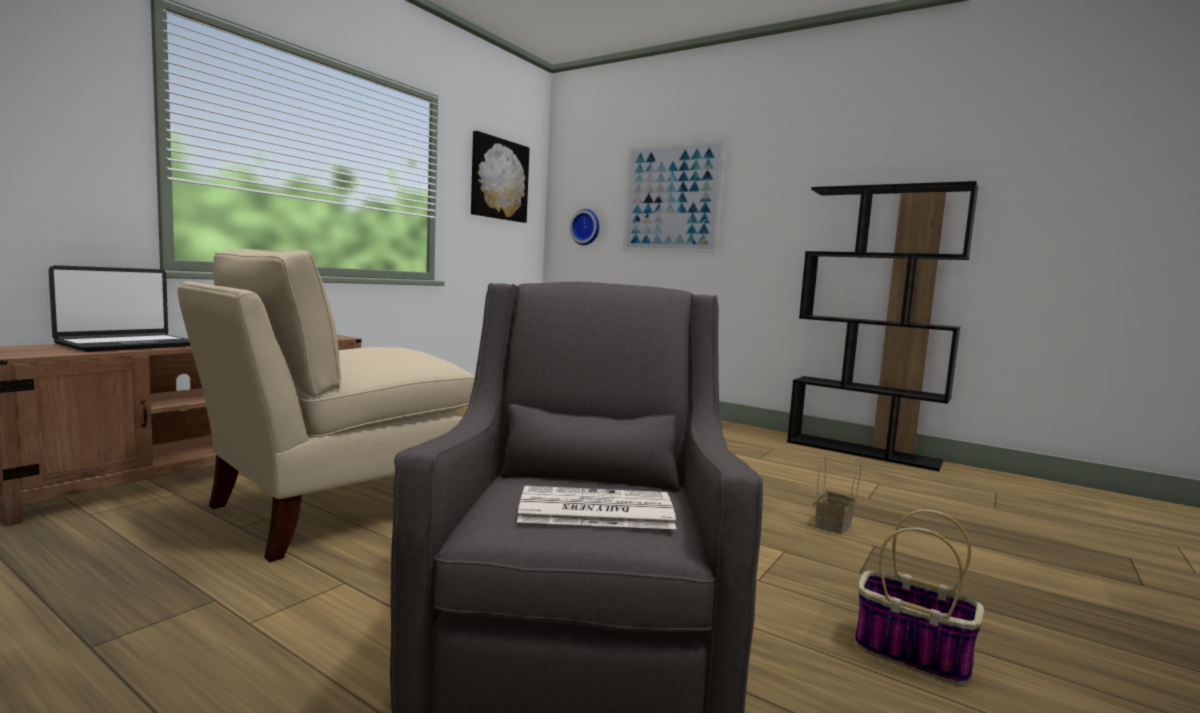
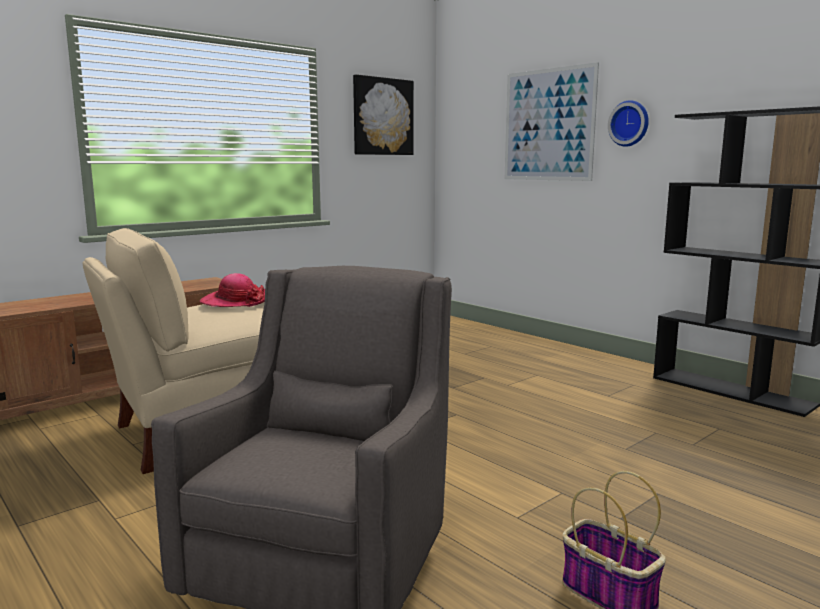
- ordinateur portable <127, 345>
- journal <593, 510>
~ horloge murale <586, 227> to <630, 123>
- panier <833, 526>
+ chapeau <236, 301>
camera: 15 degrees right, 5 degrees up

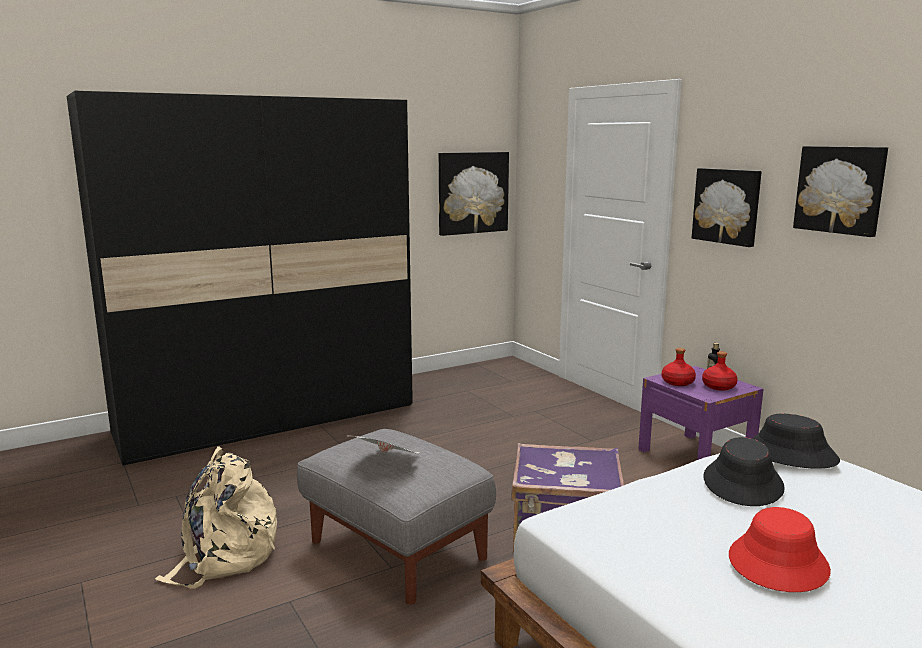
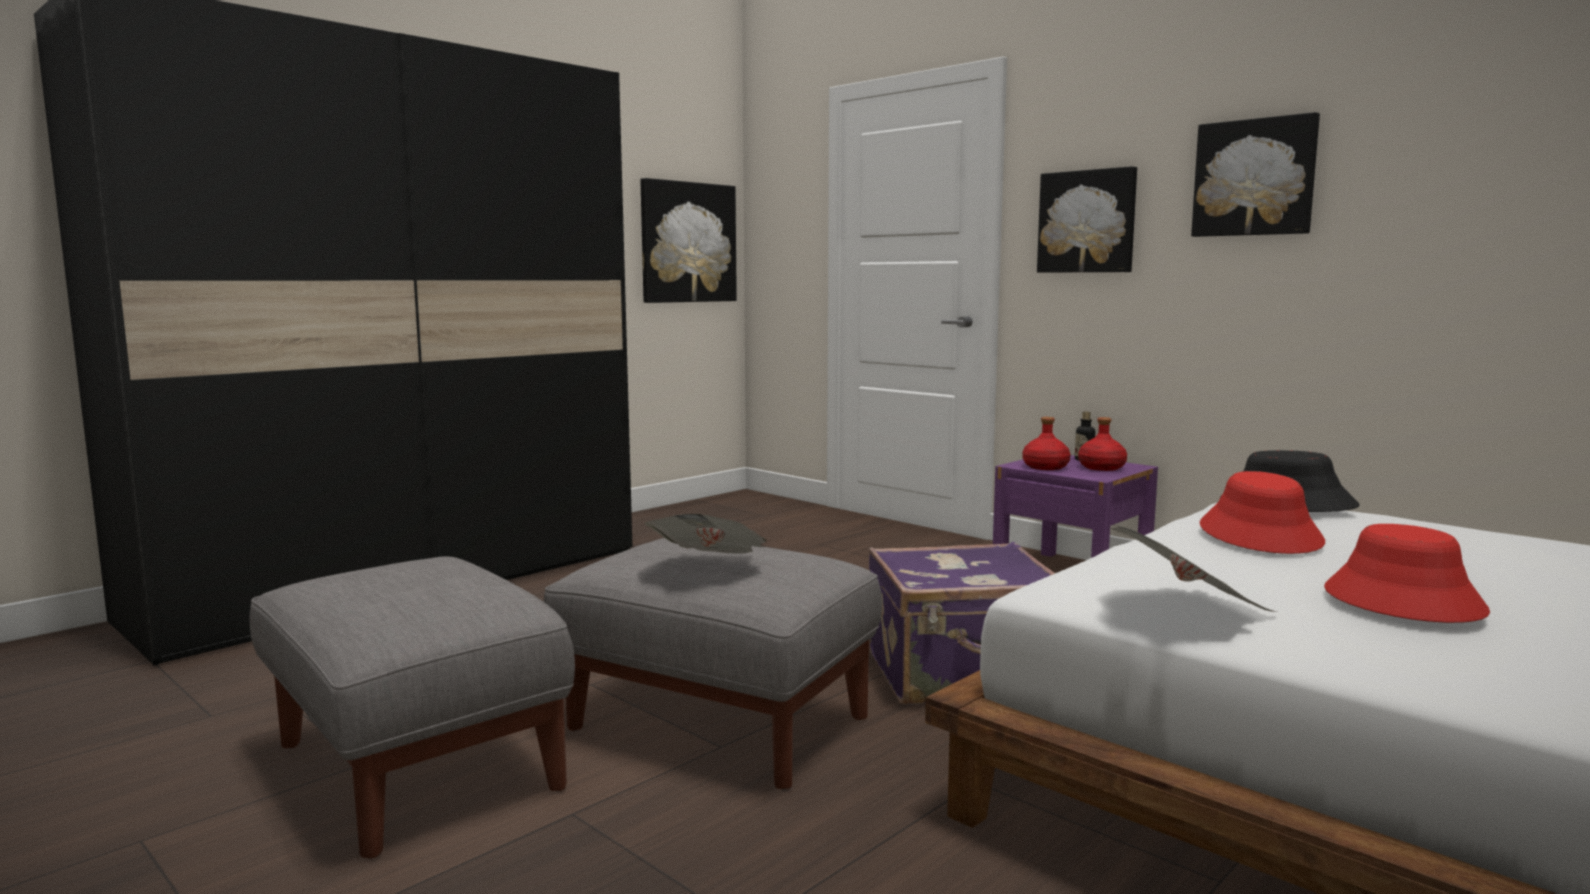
~ sac à dos (beige) <224, 556> to pouf (gris) <416, 767>
~ chapeau (noir) <743, 483> to chapeau (rouge) <1260, 534>
+ journal <1190, 610>
camera: 15 degrees left, 5 degrees down

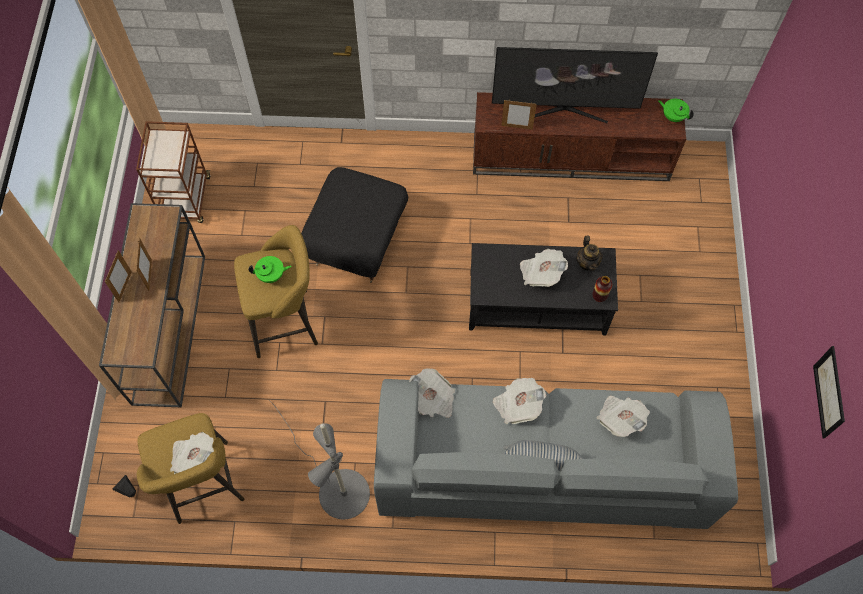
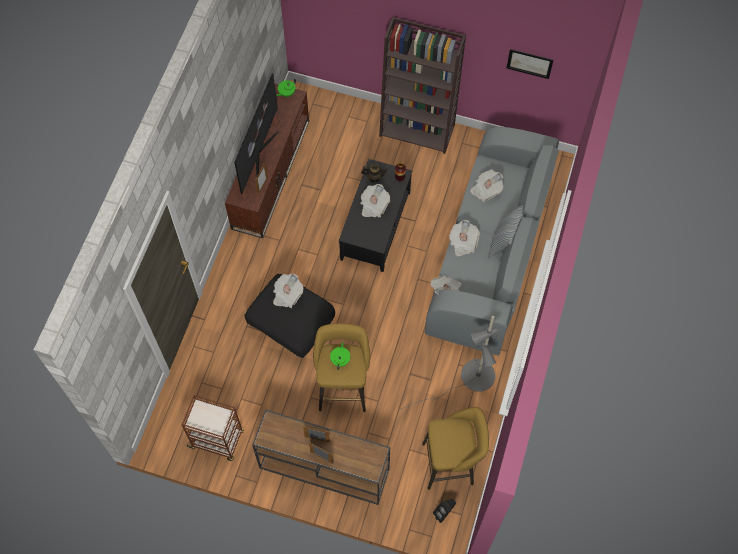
~ journal <194, 458> to <287, 295>
+ bibliothèque (marron) <418, 130>
camera: 75 degrees left, 0 degrees up

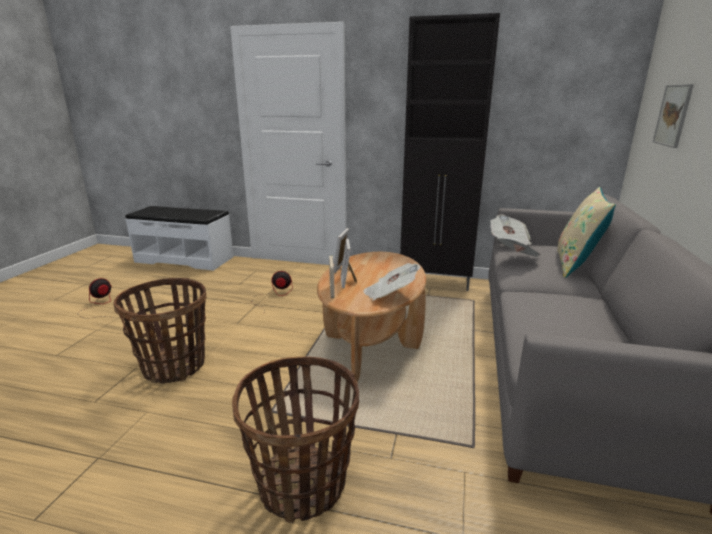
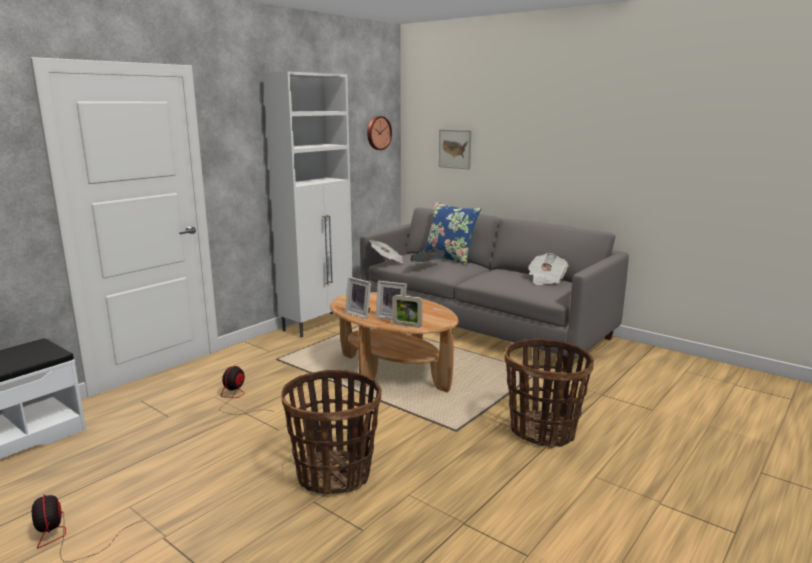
~ journal <390, 294> to <546, 280>
~ meuble de rangement (noir) <436, 282> to meuble de rangement (blanc) <318, 324>
~ coussin (beige) <576, 265> to coussin (bleu) <450, 258>
+ horloge murale <378, 133>
camera: 65 degrees left, 5 degrees down

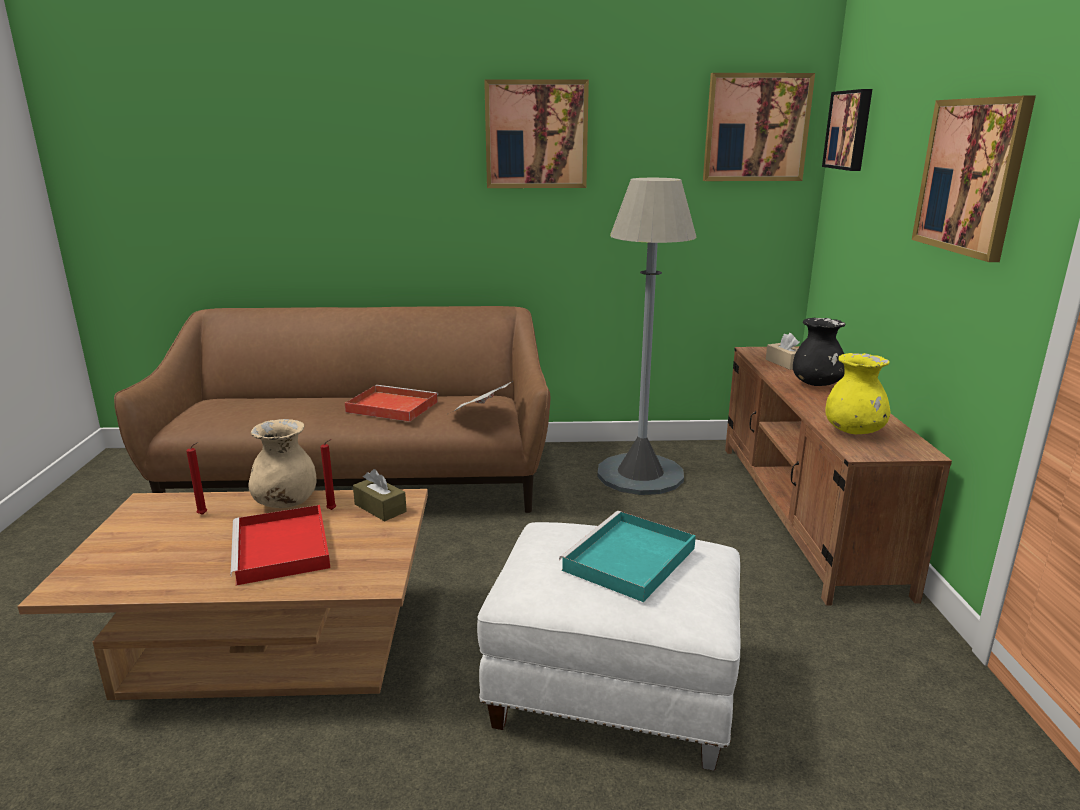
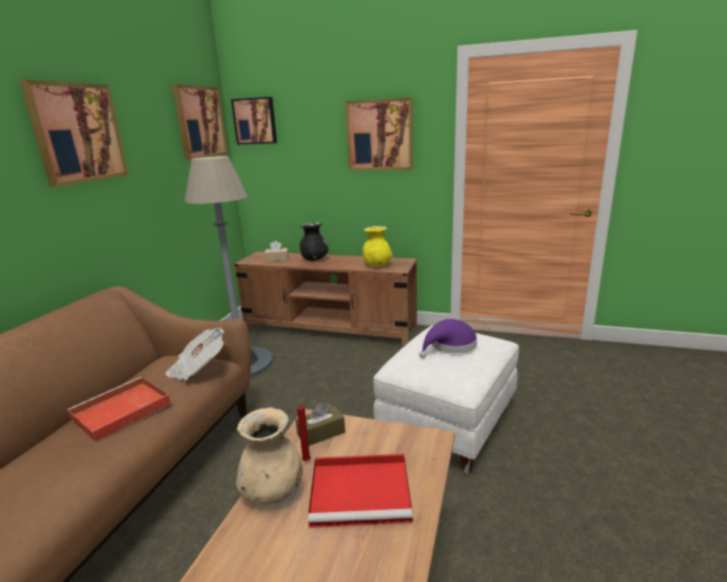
- bougie (rouge) <204, 514>
~ plateau (turquoise) <628, 560> to chapeau (violet) <450, 345>
camera: 70 degrees left, 0 degrees up

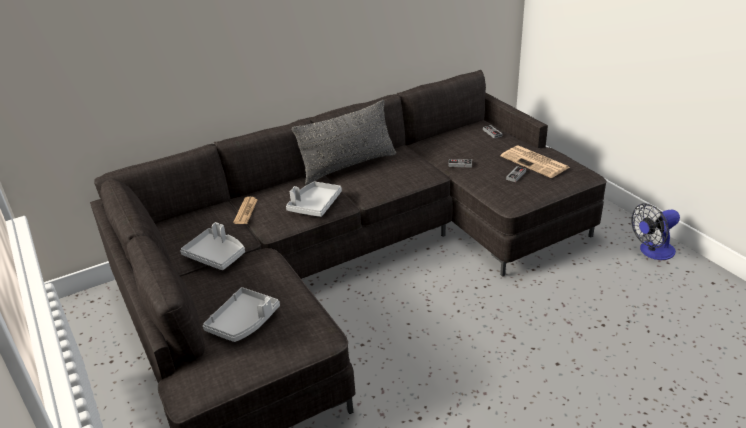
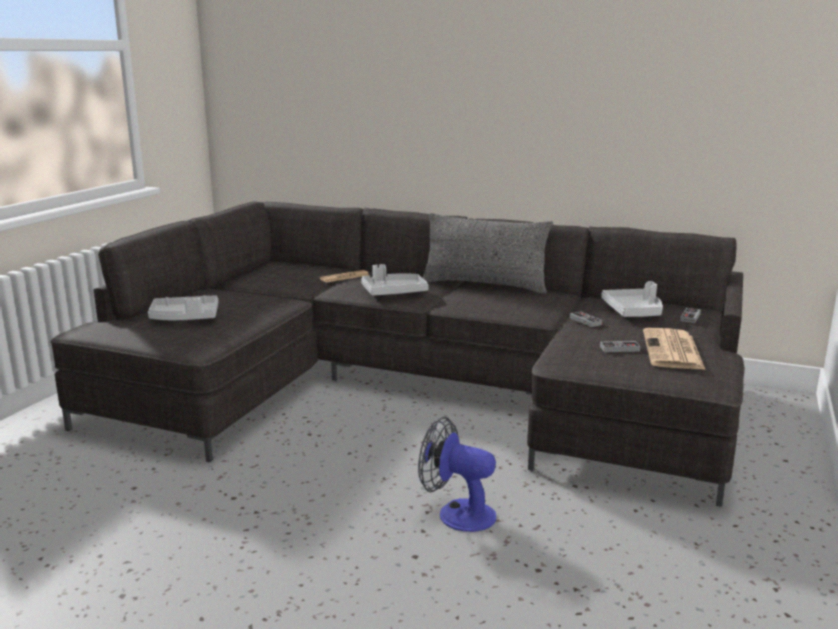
~ plateau (gris) <216, 255> to <633, 312>
~ ventilateur <652, 252> to <457, 513>
camera: 50 degrees right, 15 degrees down

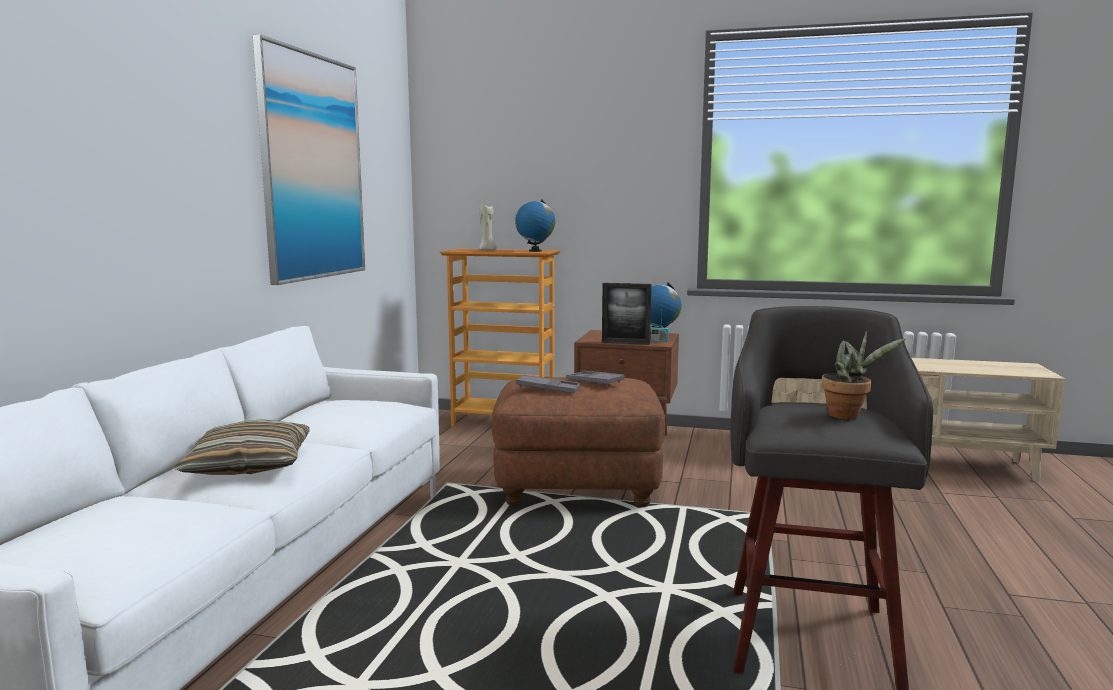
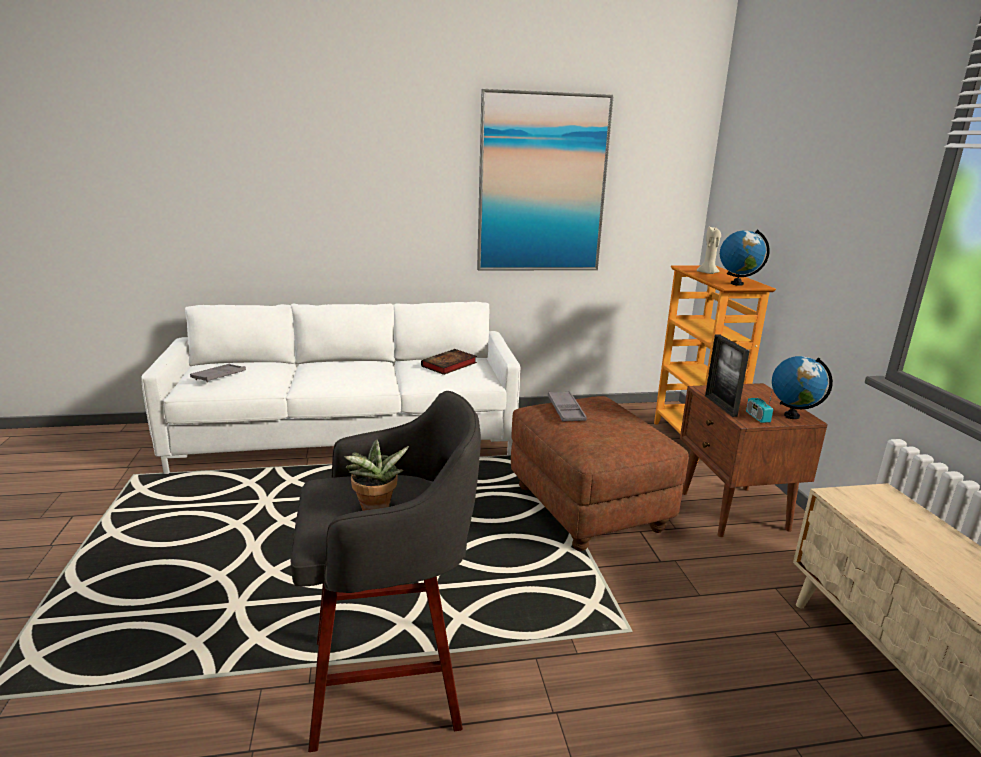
- coussin <249, 464>
~ plateau (gris) <594, 382> to <219, 376>
+ livre <448, 365>
camera: 65 degrees right, 10 degrees up

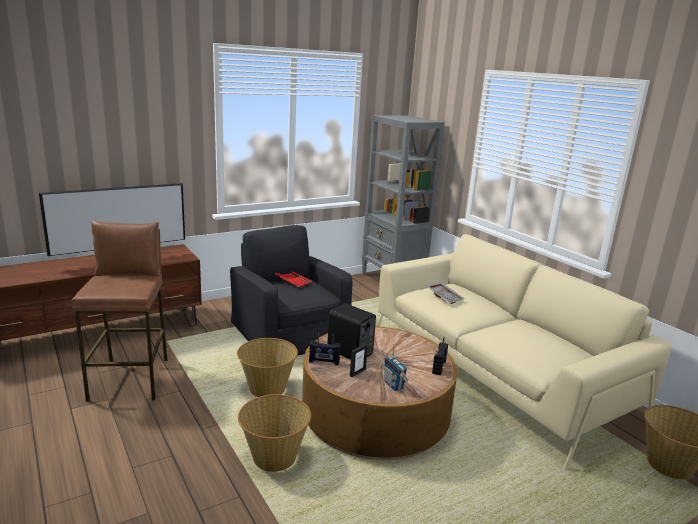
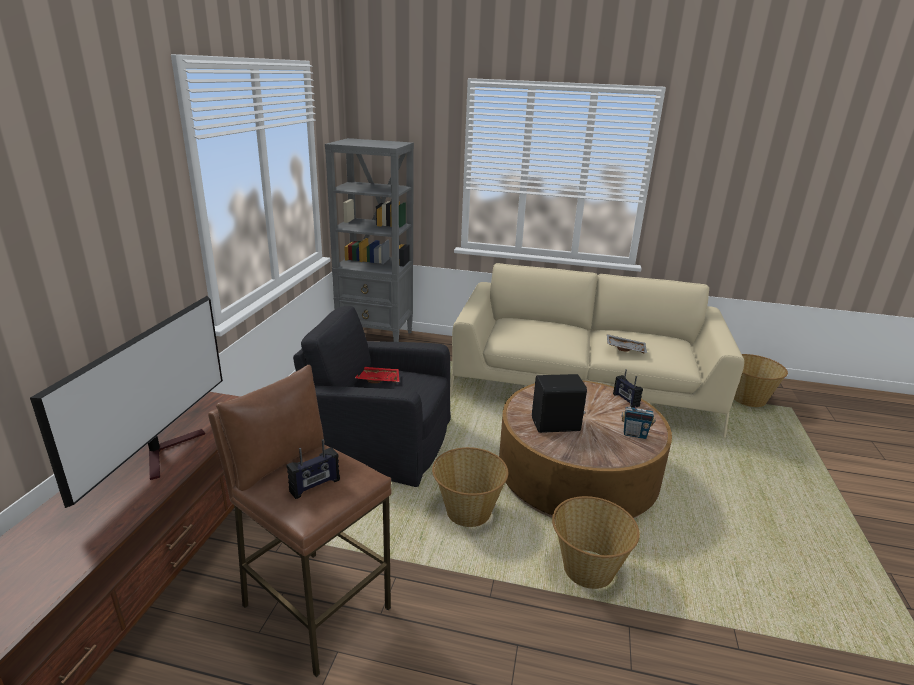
~ radio <324, 361> to <315, 486>
- cadre photo <357, 372>
~ plateau (gris) <445, 297> to <625, 348>
camera: 45 degrees left, 5 degrees up

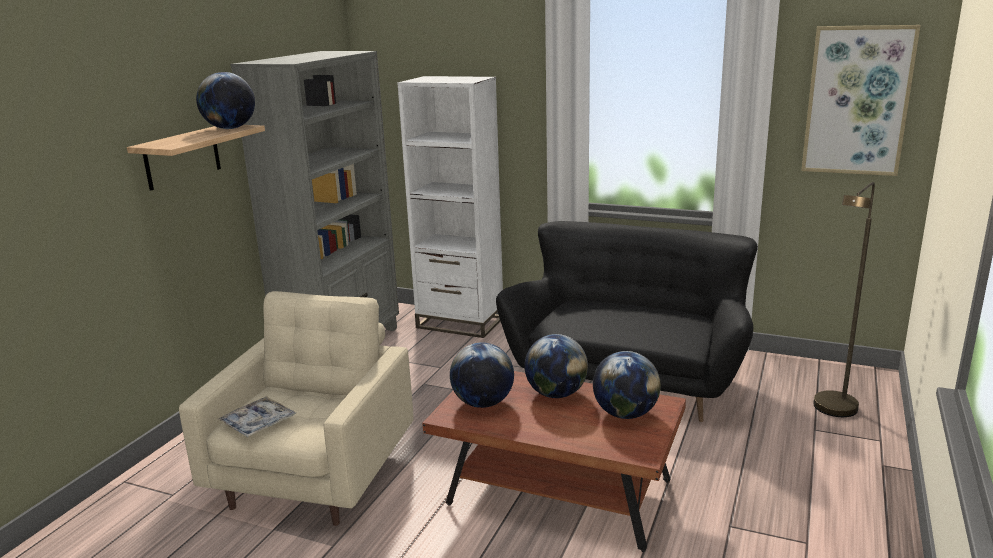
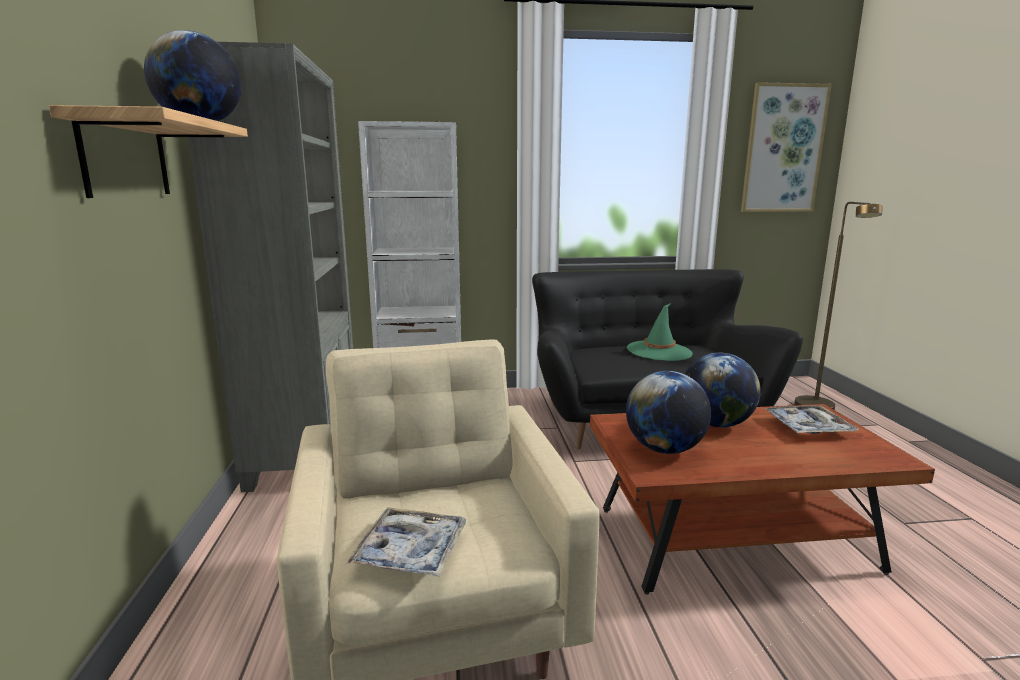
~ globe <625, 414> to plateau <808, 427>
+ chapeau (vert) <659, 351>
camera: 30 degrees left, 5 degrees down

